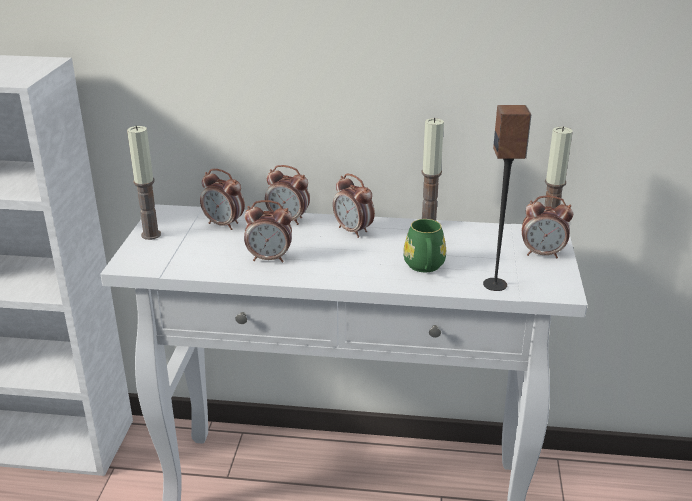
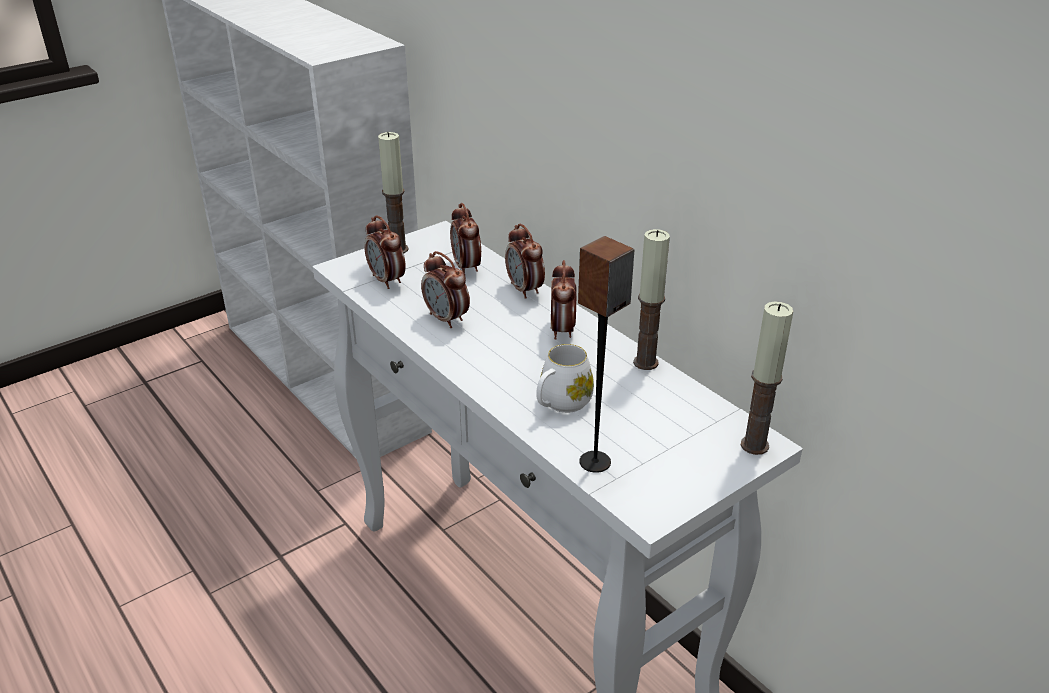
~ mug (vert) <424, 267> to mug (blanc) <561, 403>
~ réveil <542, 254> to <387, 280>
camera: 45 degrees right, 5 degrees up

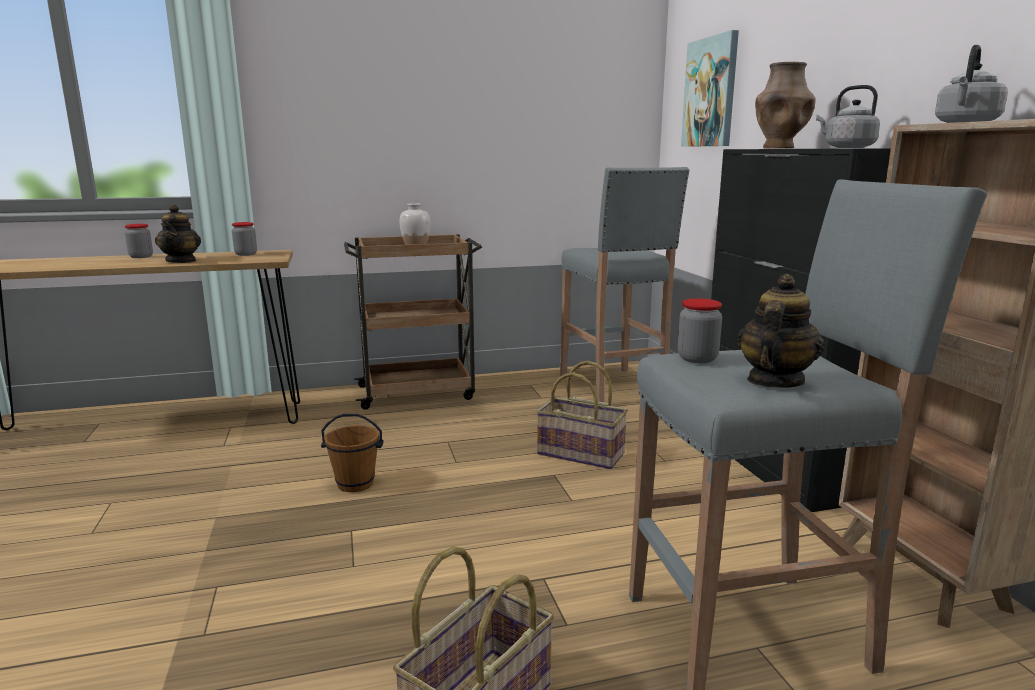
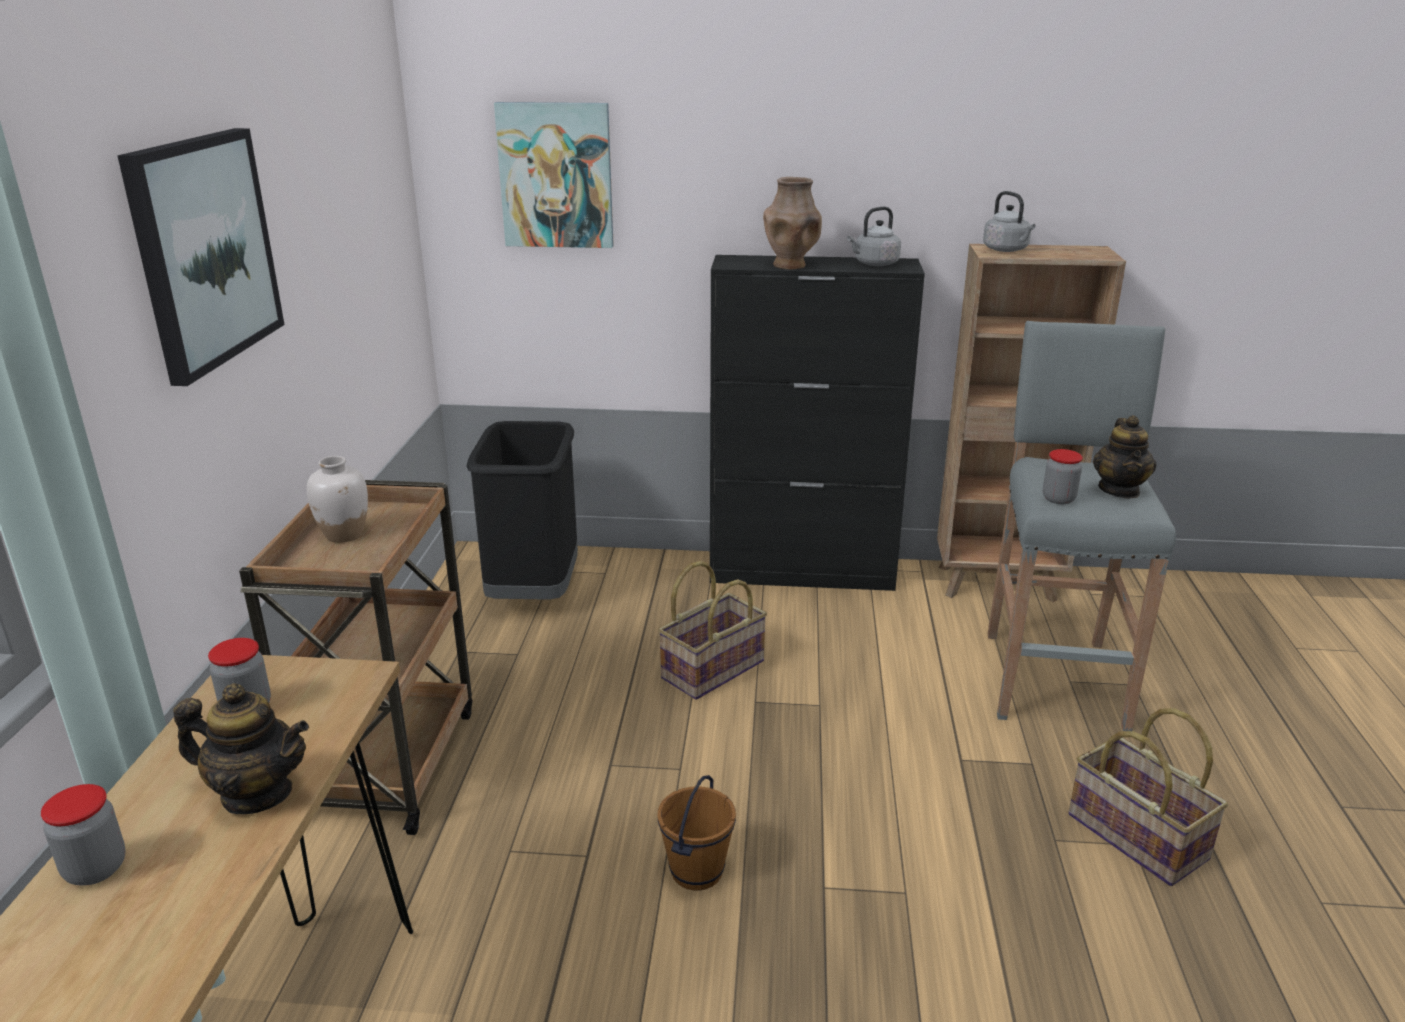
~ tabouret (gris) <613, 388> to poubelle (noir) <534, 593>
~ théière <774, 381> = <1119, 490> 135 degrees counterclockwise
+ tableau <204, 251>
camera: 70 degrees left, 10 degrees up

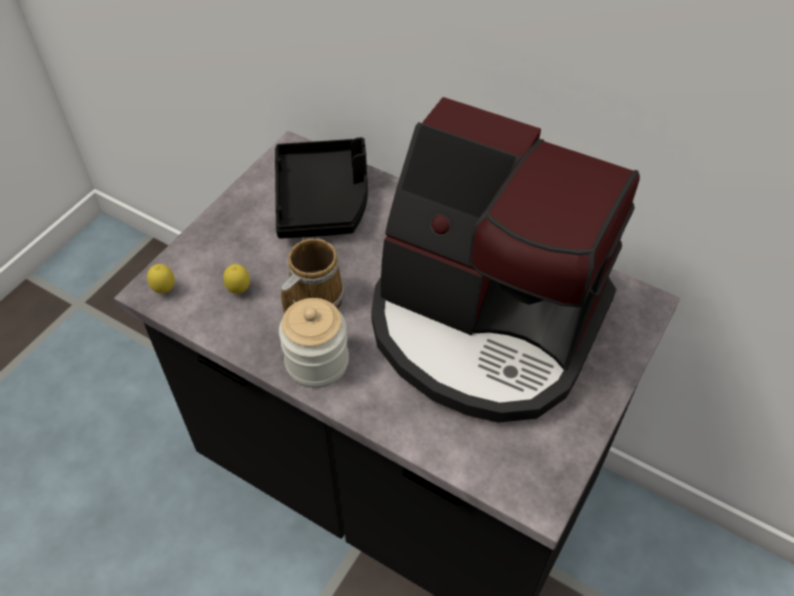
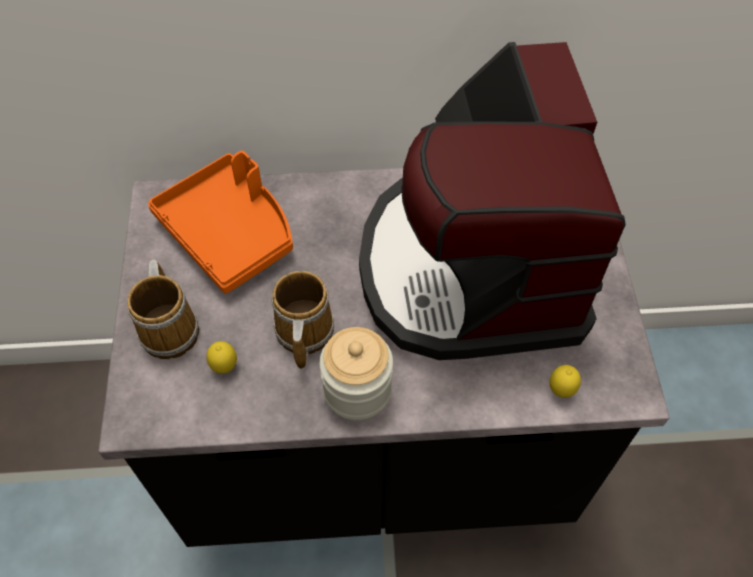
~ citron <165, 290> to <560, 391>
~ plateau (noir) <323, 200> to plateau (orange) <230, 232>
~ machine à café <485, 325> = <471, 269> 90 degrees clockwise
+ mug <171, 328>
camera: 35 degrees left, 5 degrees up

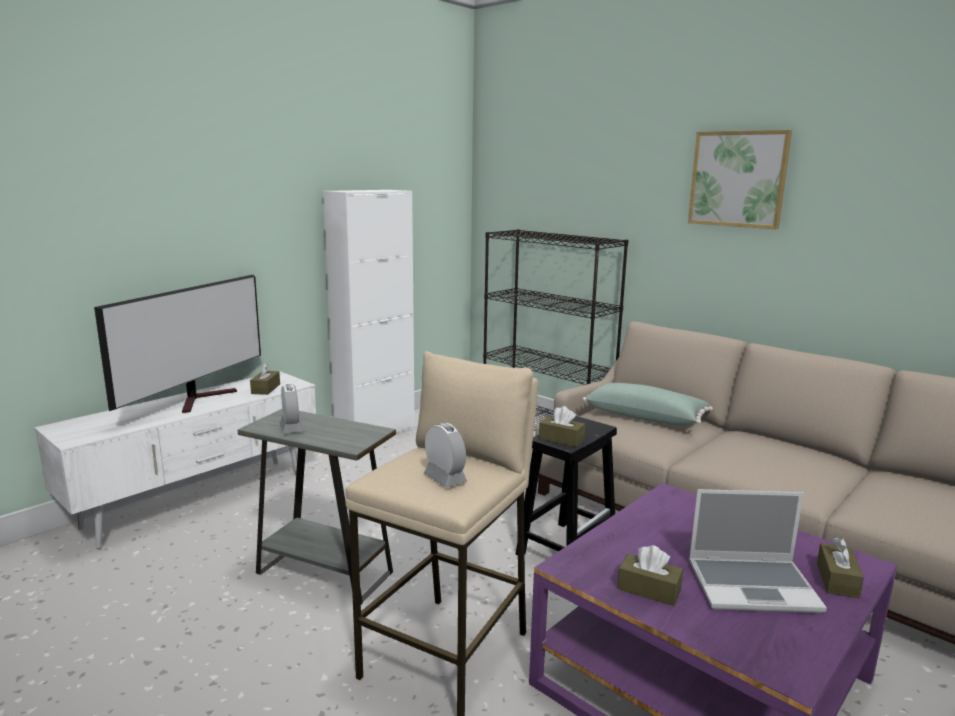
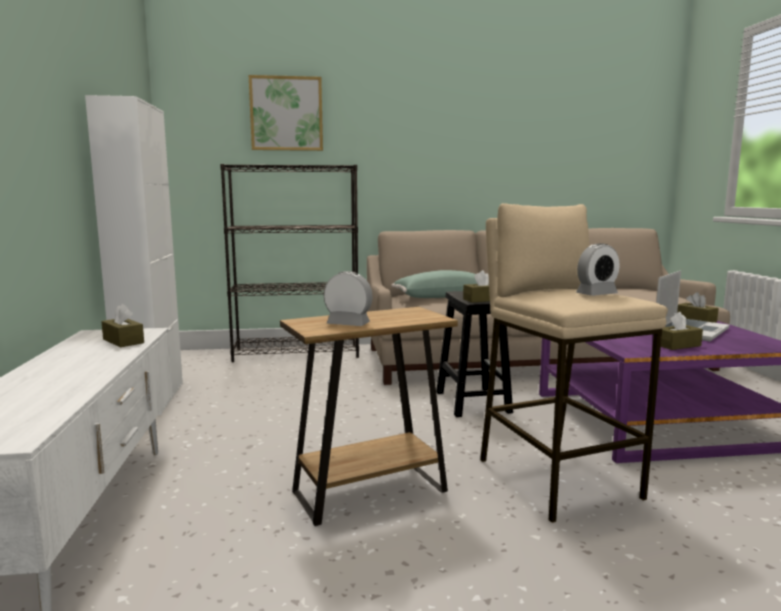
- téléviseur <202, 399>
~ table d'appoint (gris) <324, 573> to table d'appoint (marron) <370, 492>
~ réveil <445, 478> = <596, 294> 150 degrees clockwise
~ tableau <738, 179> to <286, 114>
camera: 50 degrees left, 5 degrees down

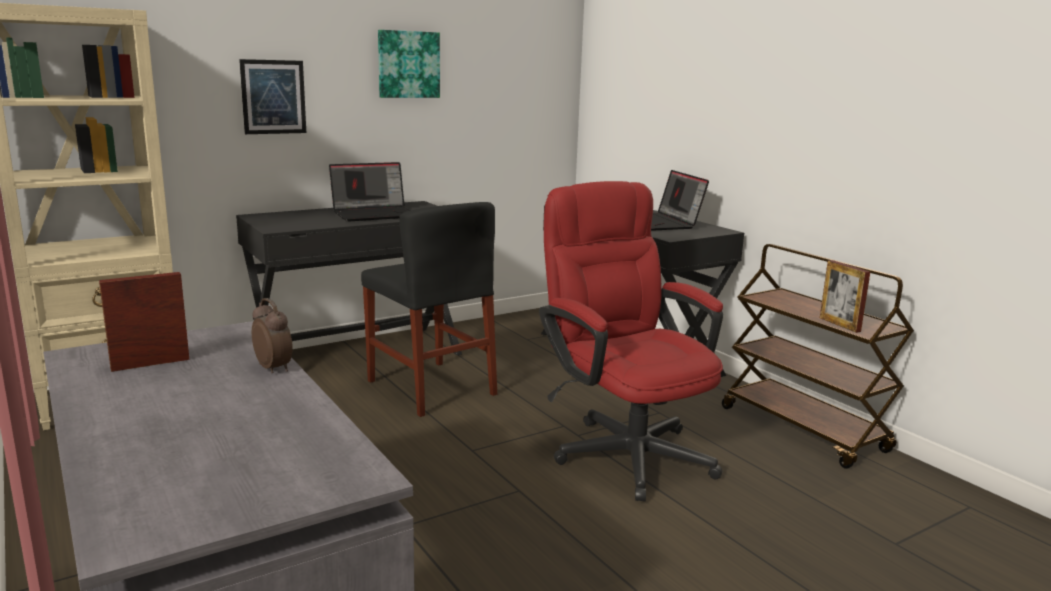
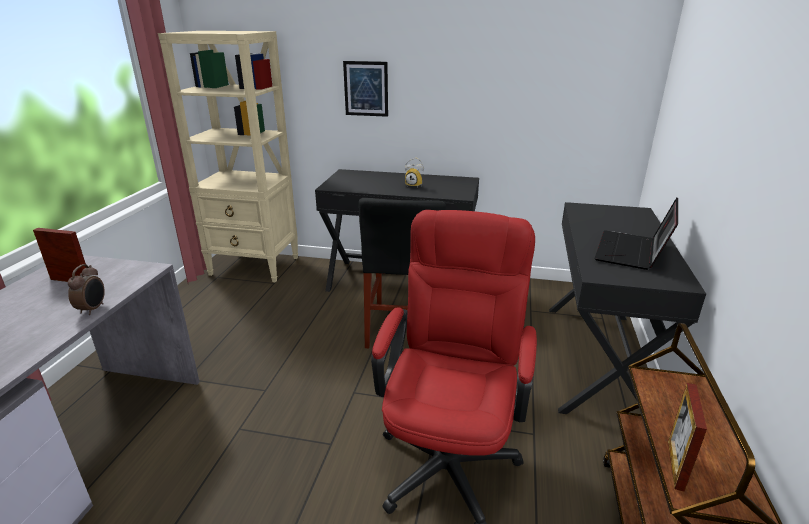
~ ordinateur portable <375, 214> to réveil <415, 185>
- tableau <408, 64>
camera: 45 degrees right, 10 degrees up

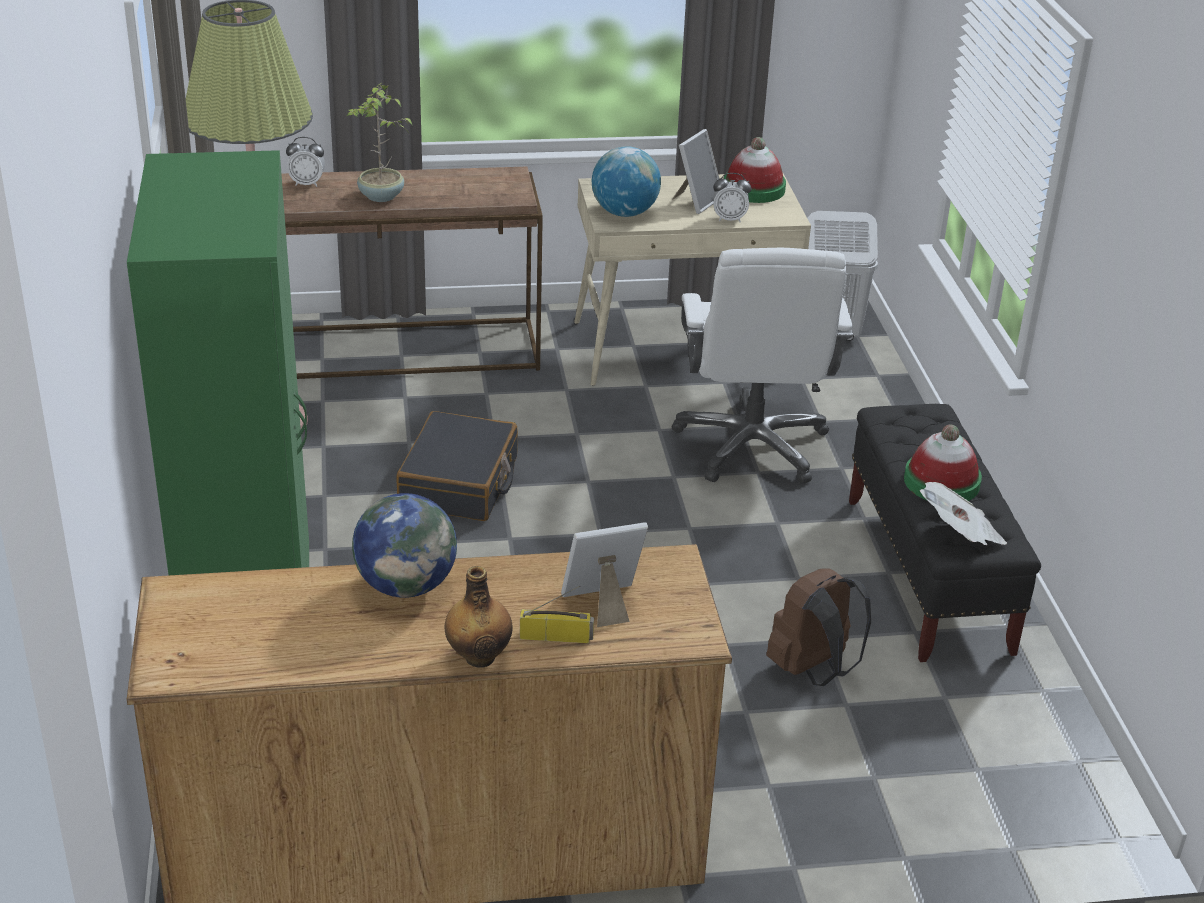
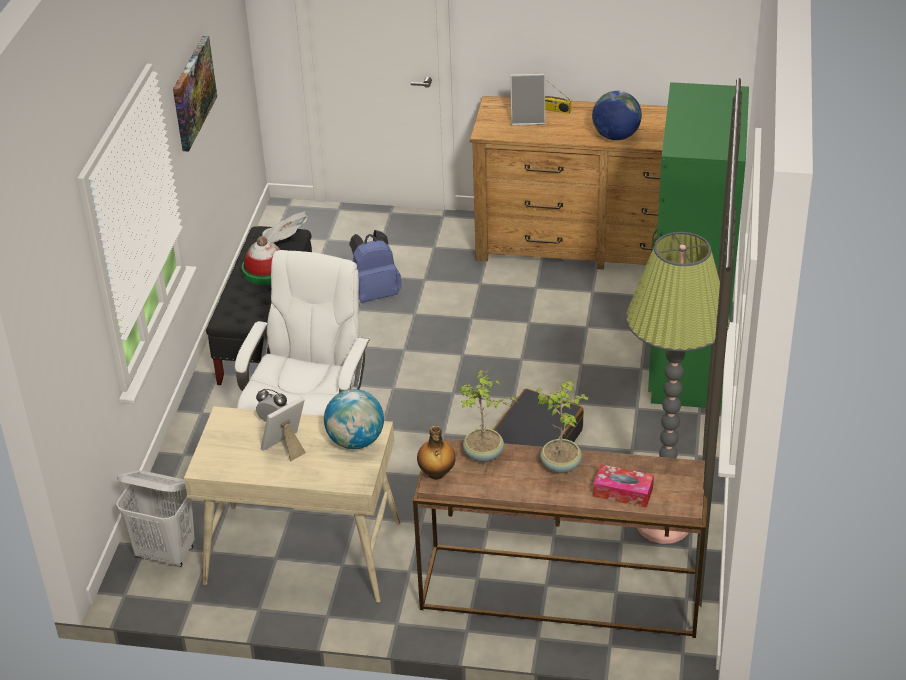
~ réveil <307, 183> to boîte à mouchoirs <623, 492>
~ bouteille <479, 656> to <436, 474>
- chapeau <754, 189>
~ sac à dos (marron) <813, 670> to sac à dos (bleu) <375, 294>
+ tableau <192, 92>
+ plante en pot <483, 455>
camera: 160 degrees left, 5 degrees up

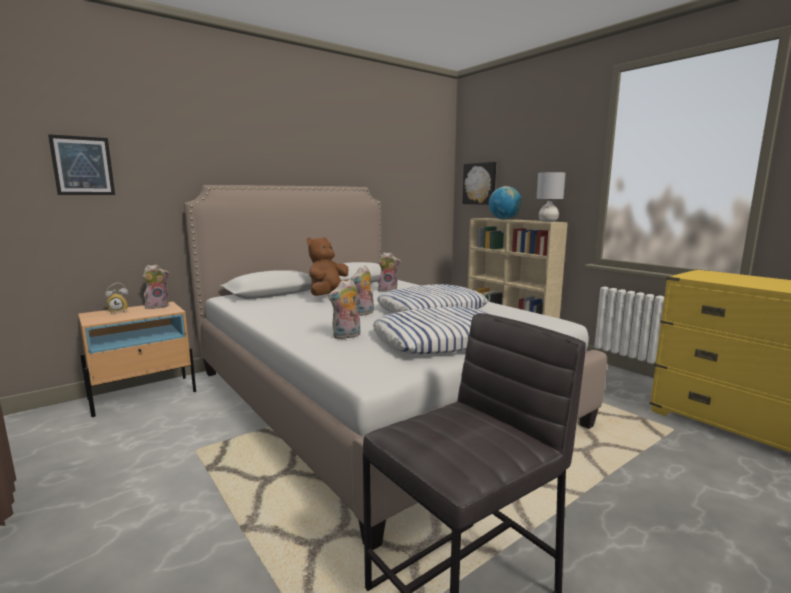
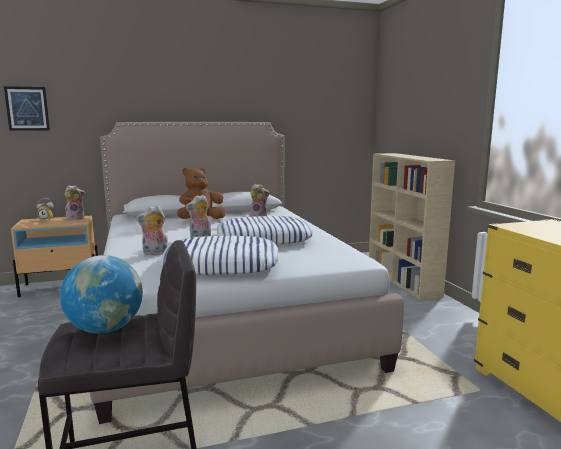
- tableau <480, 183>
~ globe <504, 219> to <105, 329>
- lampe de table (gris) <547, 221>
camera: 20 degrees right, 0 degrees up

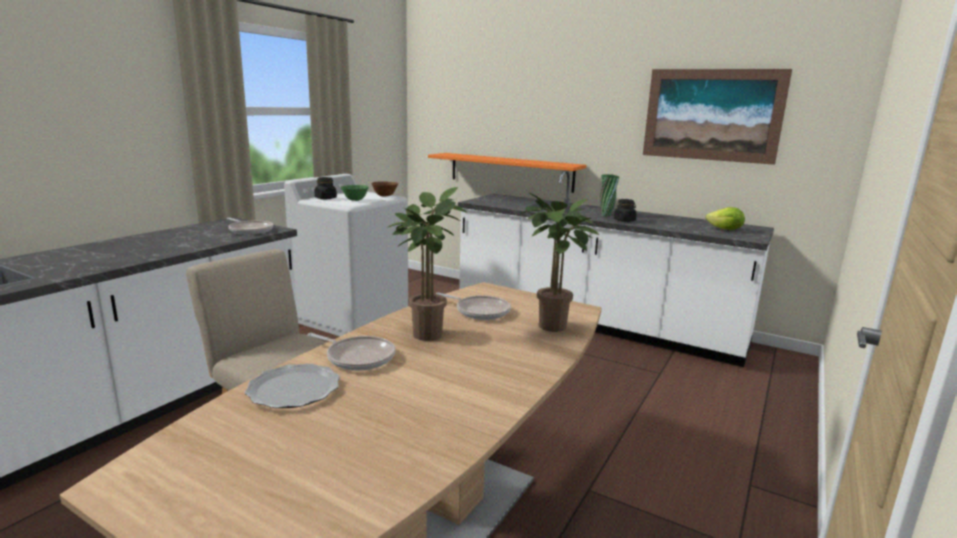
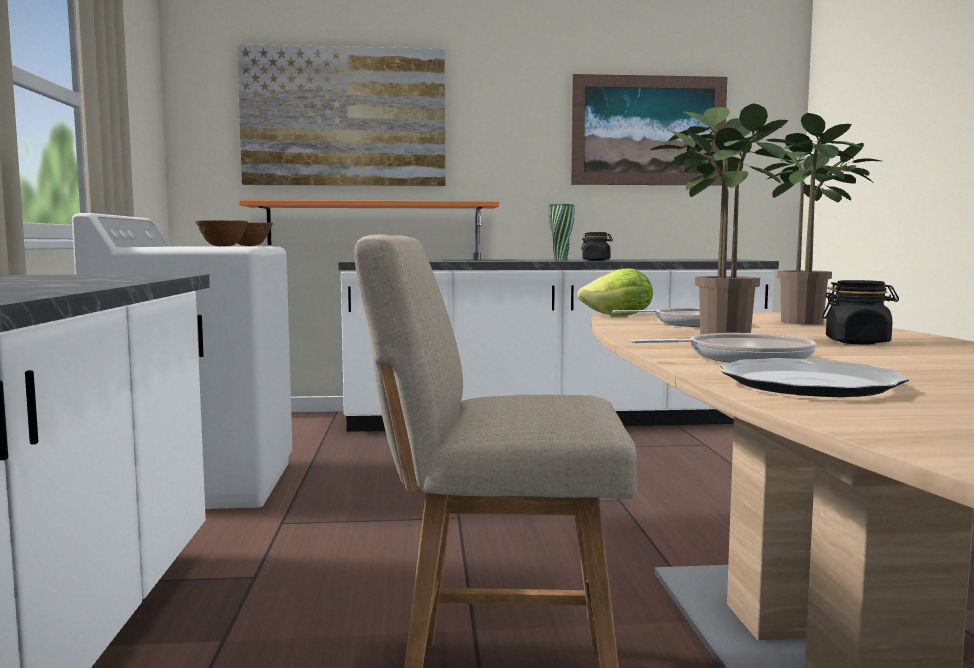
- poêle <250, 230>
~ bocal (noir) <326, 198> to <857, 342>
~ bol (vert) <355, 200> to bol (marron) <222, 246>
~ laitue <725, 229> to <619, 316>
+ tableau <344, 117>
camera: 35 degrees left, 10 degrees down

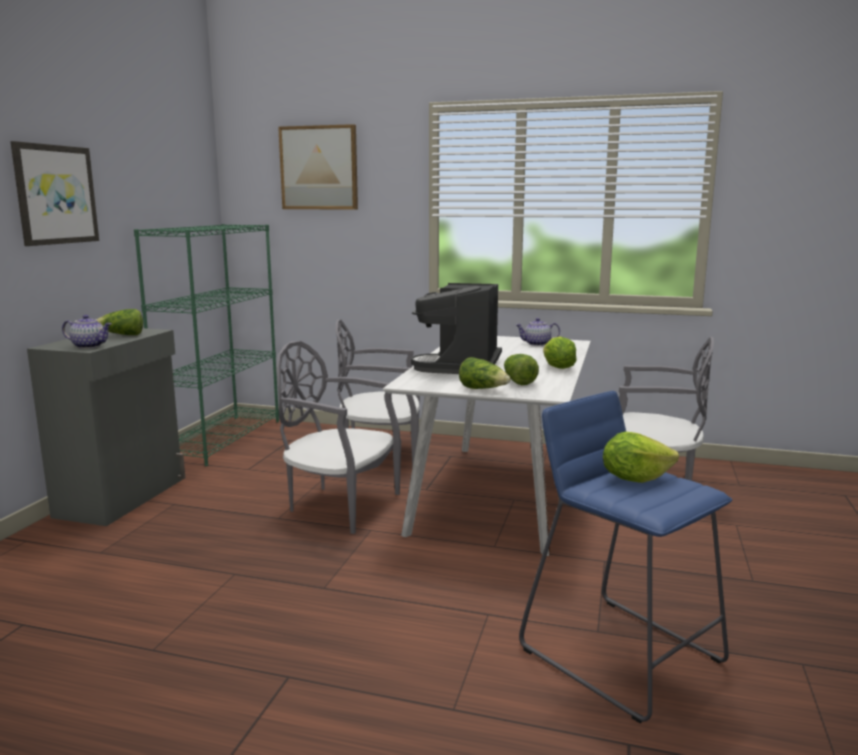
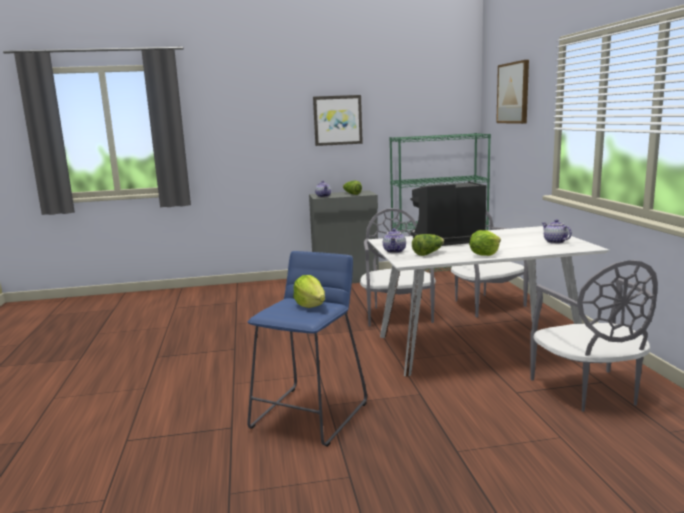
~ laitue <483, 389> to théière <395, 251>
camera: 65 degrees right, 0 degrees up

